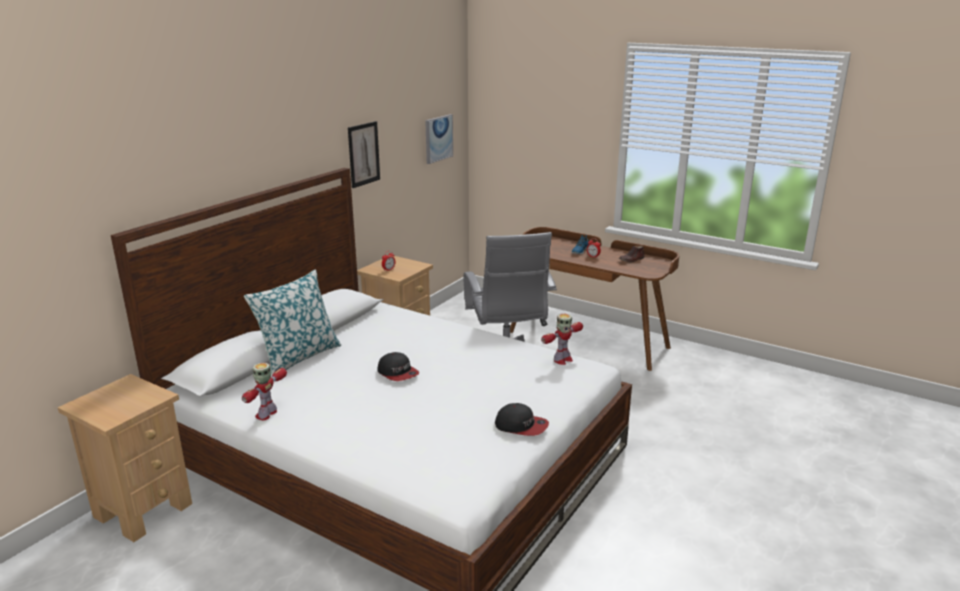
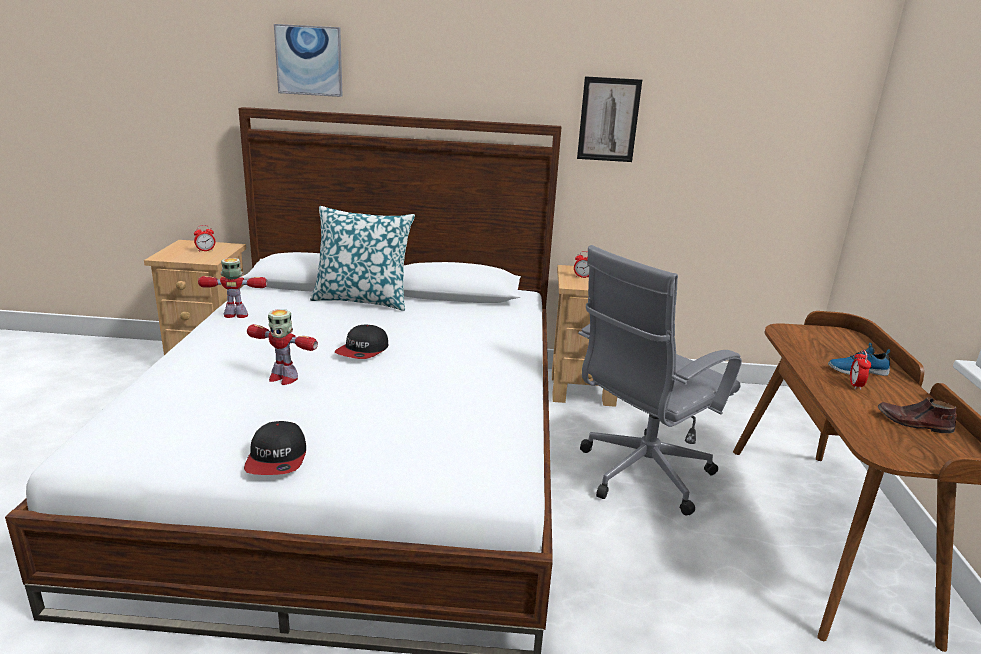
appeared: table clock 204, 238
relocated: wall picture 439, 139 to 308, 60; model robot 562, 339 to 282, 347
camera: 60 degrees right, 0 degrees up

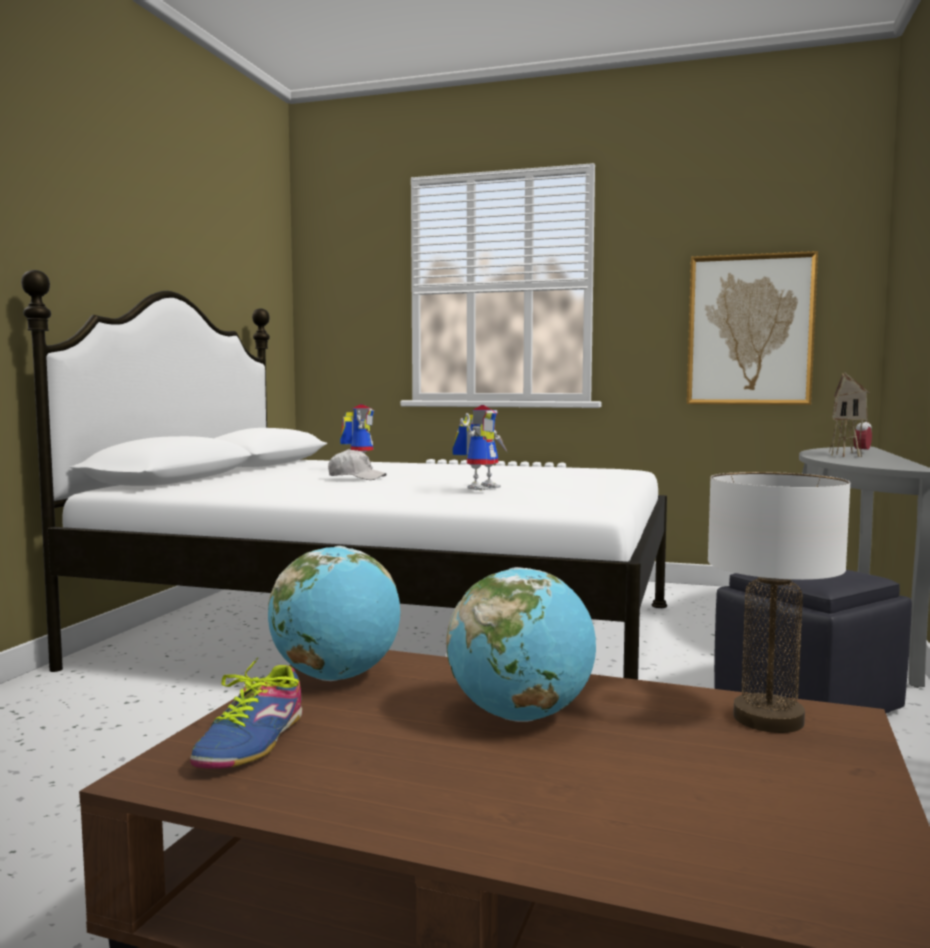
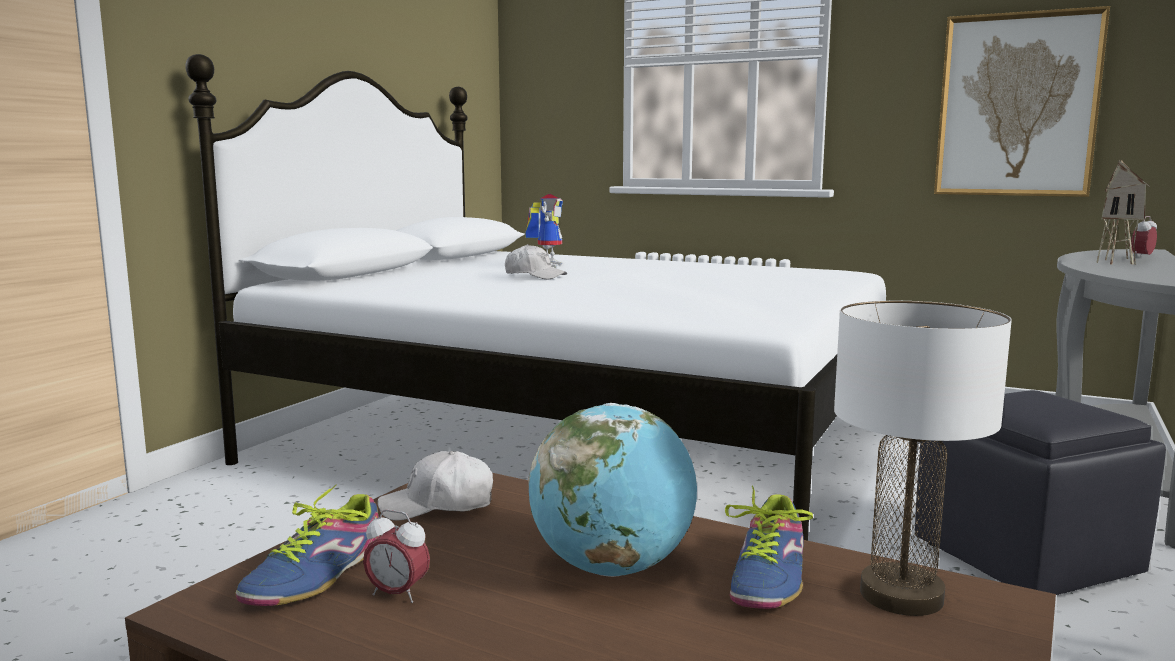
missing: model robot 480, 448
appeared: low shoe 769, 547; table clock 396, 556
exchanged: globe 334, 613 to white-coloured baseball cap 435, 486
camera: 10 degrees right, 5 degrees up

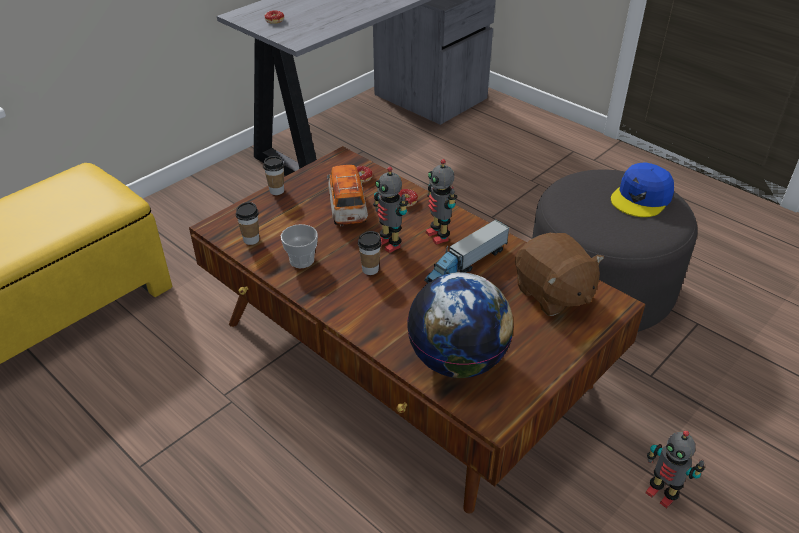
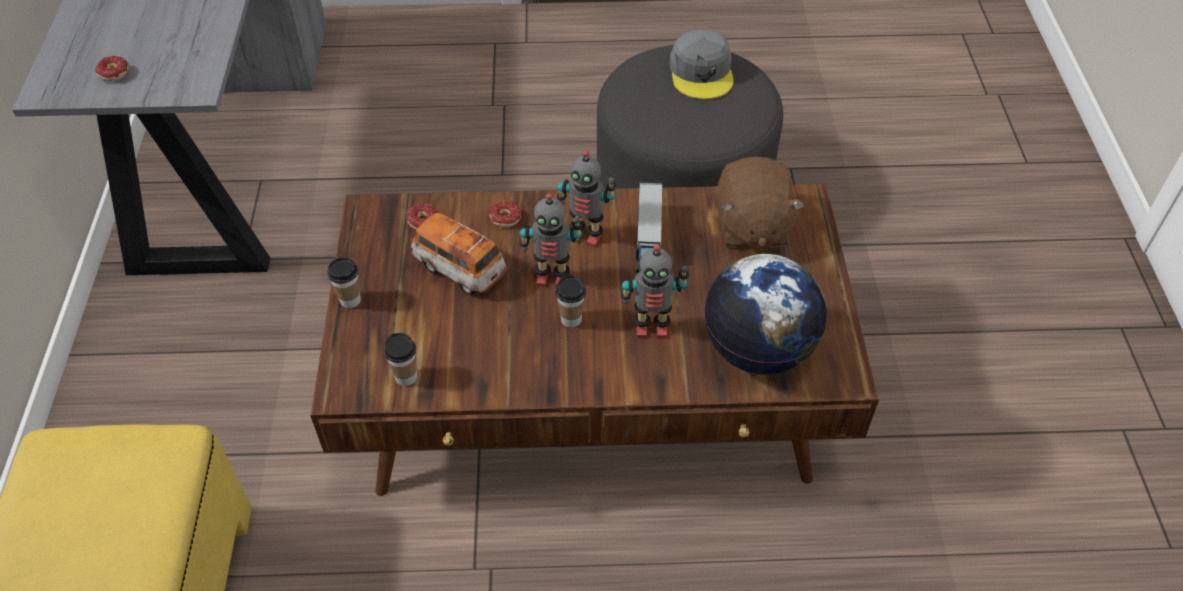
missing: drinking cup 299, 246
relocated: model robot 675, 469 to 655, 291
colour: bluish baseball cap 642, 189 to greyish baseball cap 702, 64
spun: brown-coloured cuddly toy 559, 274 = 761, 202 75 degrees clockwise
camera: 45 degrees left, 10 degrees up

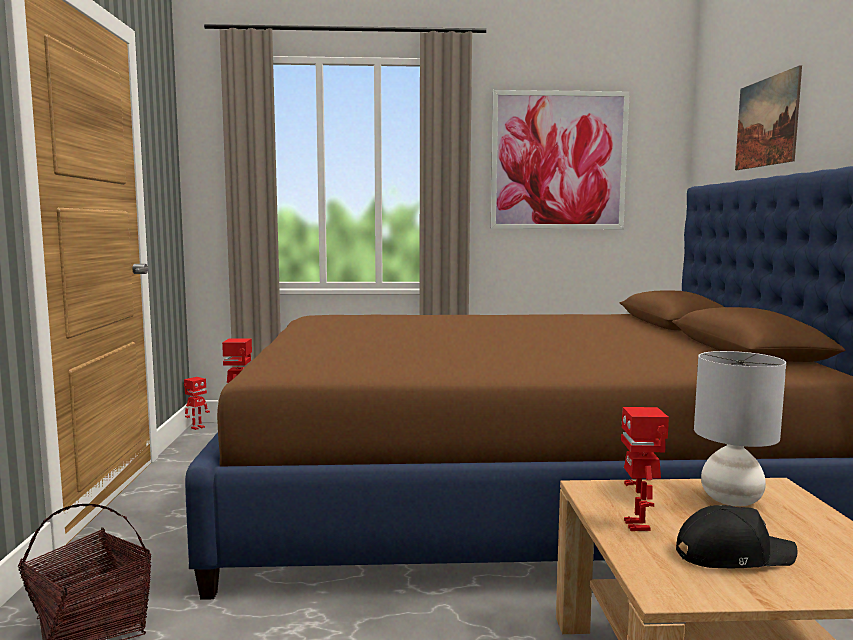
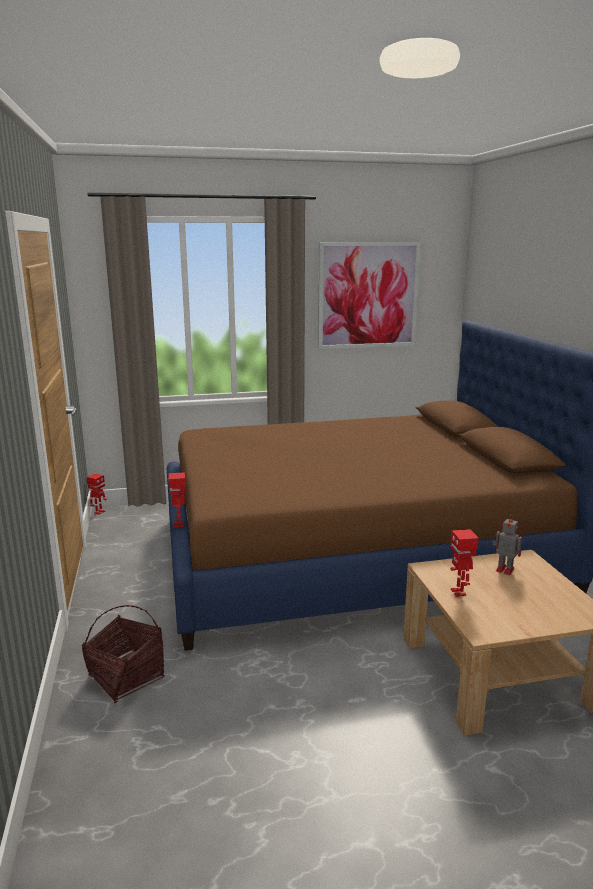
missing: wall picture 768, 117; black-coloured baseball cap 737, 536
exchanged: greyish tabletop lamp 740, 428 to model robot 507, 545
camera: 10 degrees left, 10 degrees up

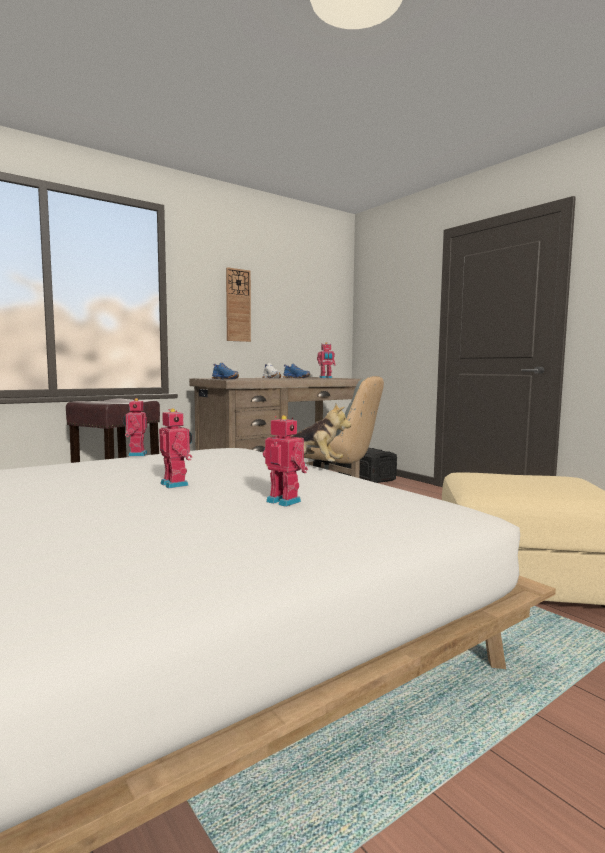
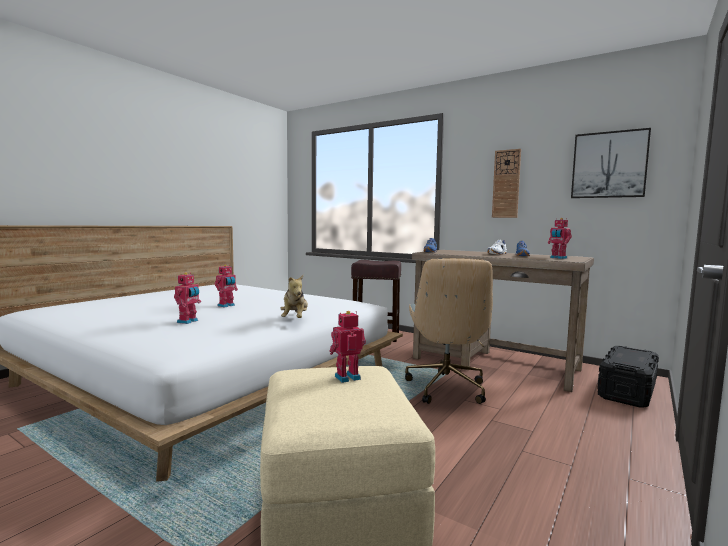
appeared: wall picture 611, 163
relocated: model robot 135, 427 to 347, 347
camera: 70 degrees right, 0 degrees up

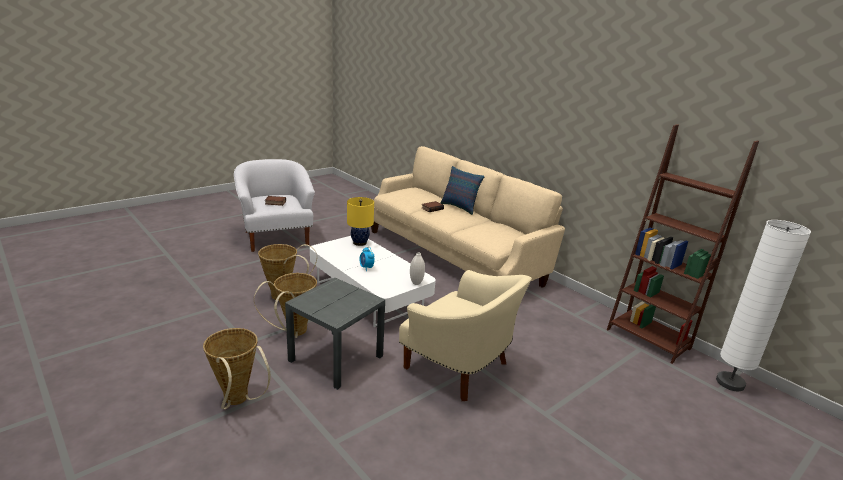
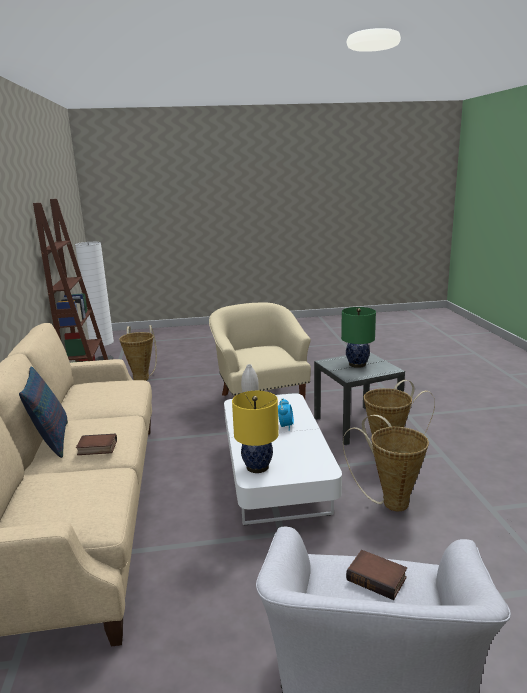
appeared: green-coloured tabletop lamp 358, 337
relocated: household basket 236, 368 to 138, 353
camera: 145 degrees left, 5 degrees down

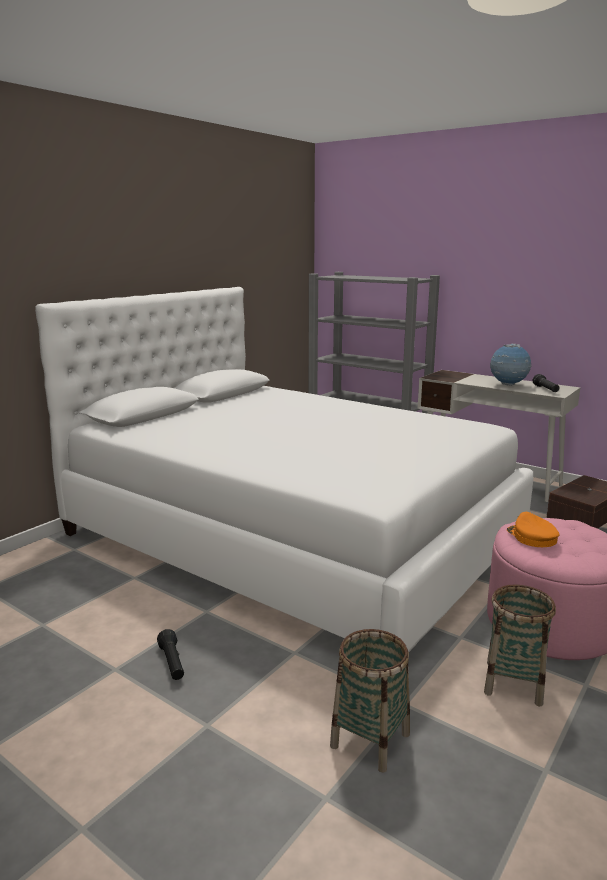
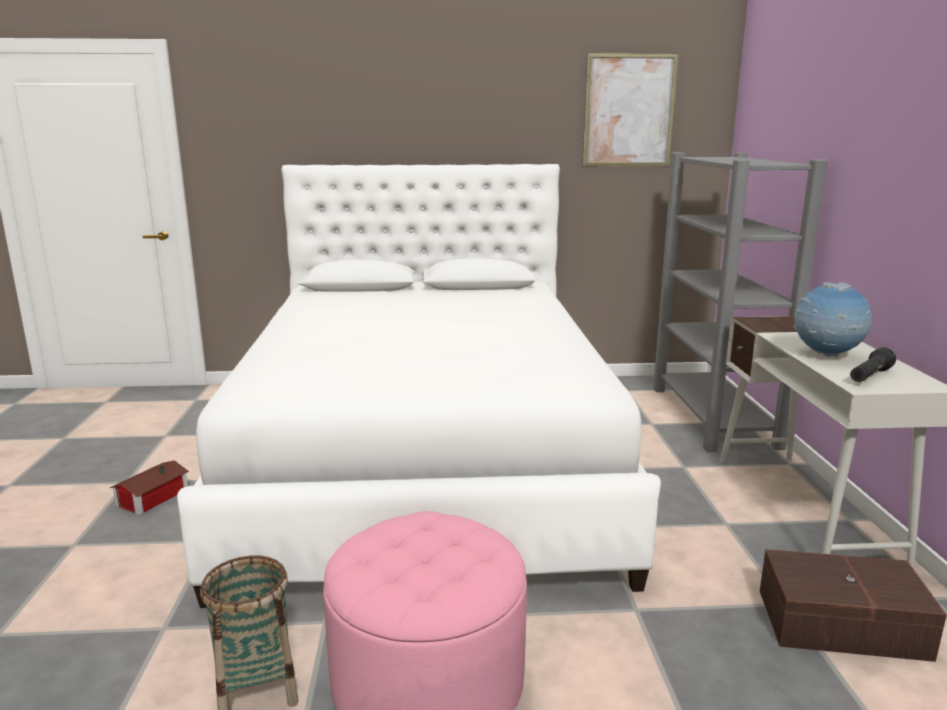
missing: orangey baseball cap 533, 529; household basket 370, 701
appeared: wall picture 630, 109
exchanged: black-coloured hand torch 170, 654 to miniature house 149, 487
camera: 50 degrees right, 0 degrees up

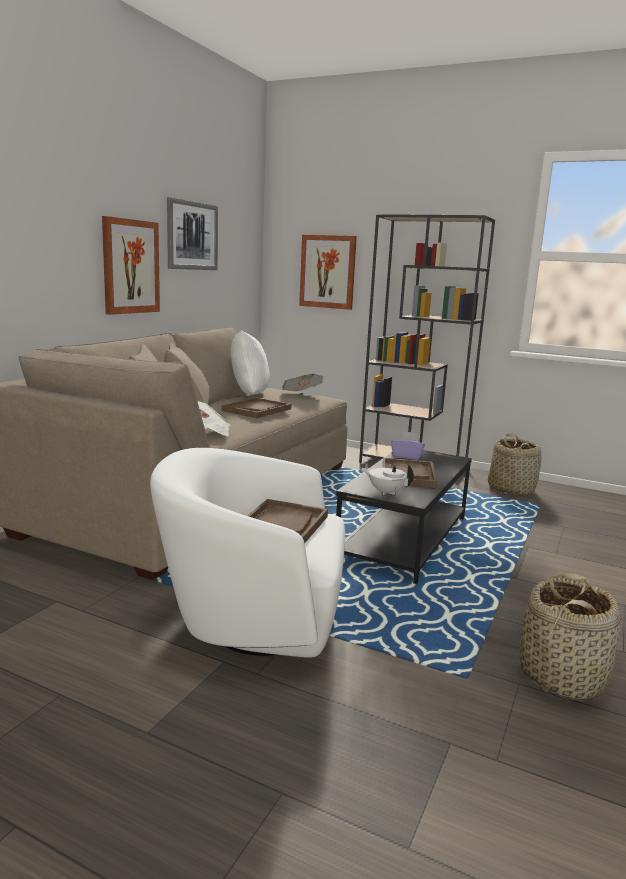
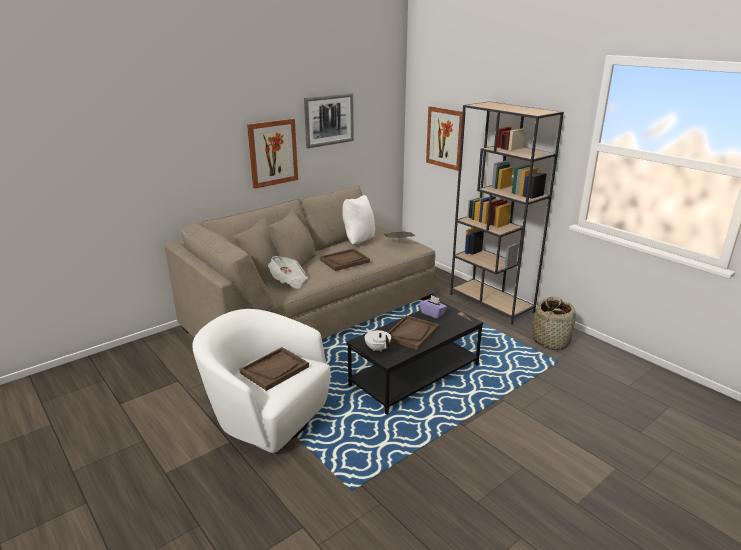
missing: household basket 570, 637
camera: 25 degrees right, 10 degrees up

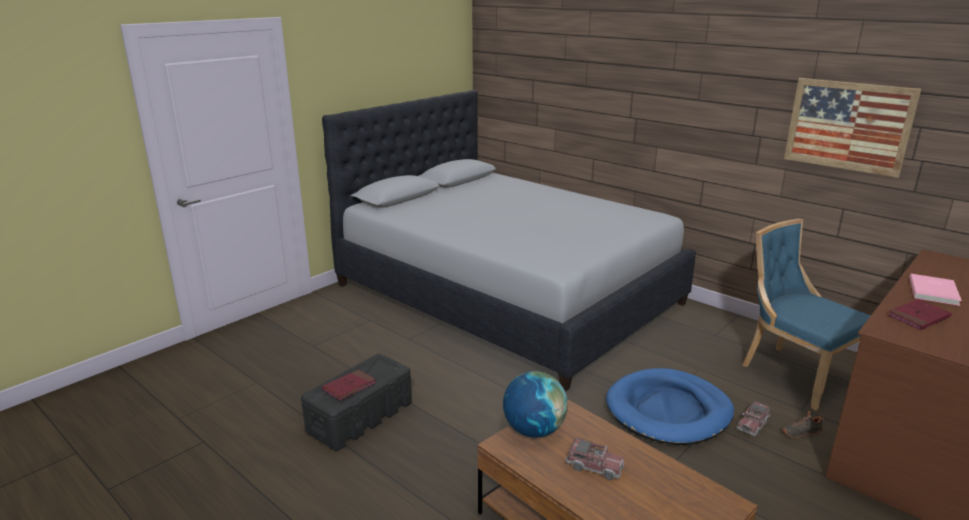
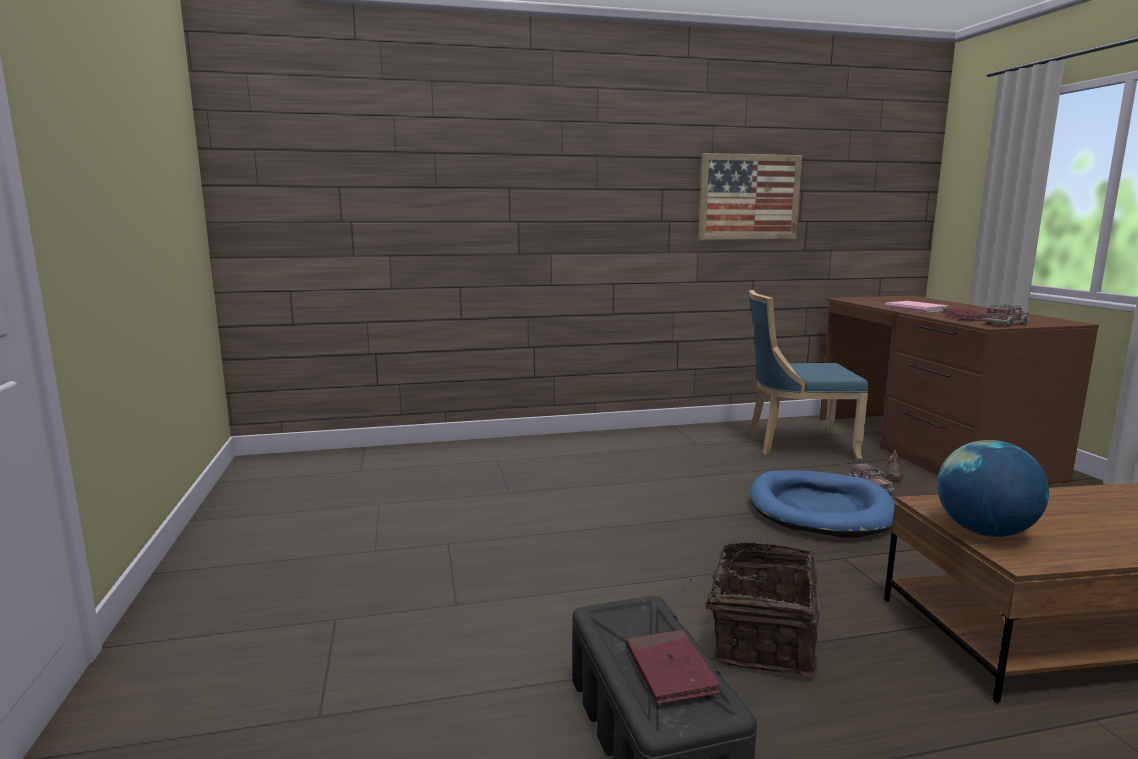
missing: greyish bedroom bed 509, 240
appeared: household basket 751, 609
relocated: model truck 595, 458 to 1006, 315
camera: 55 degrees left, 10 degrees down

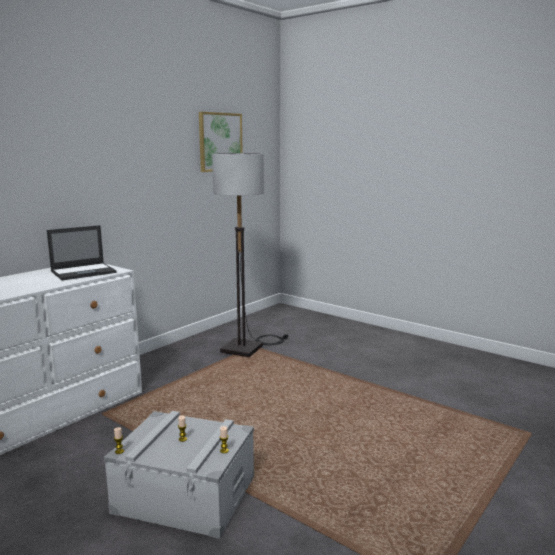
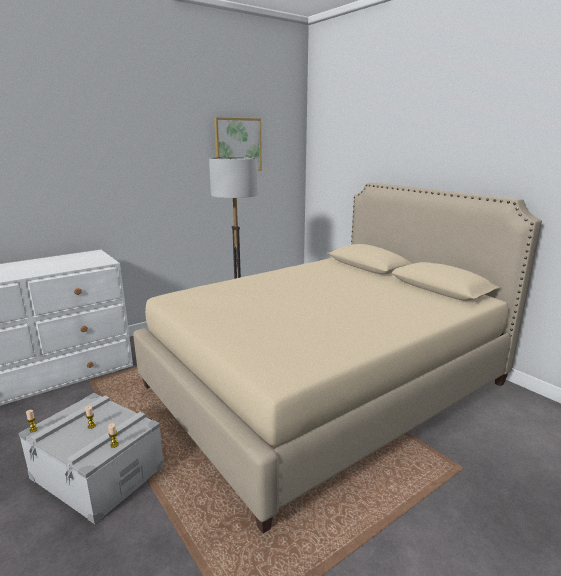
missing: notebook computer 81, 252
appeared: sand-coloured bedroom bed 337, 358
camera: 15 degrees right, 5 degrees up

